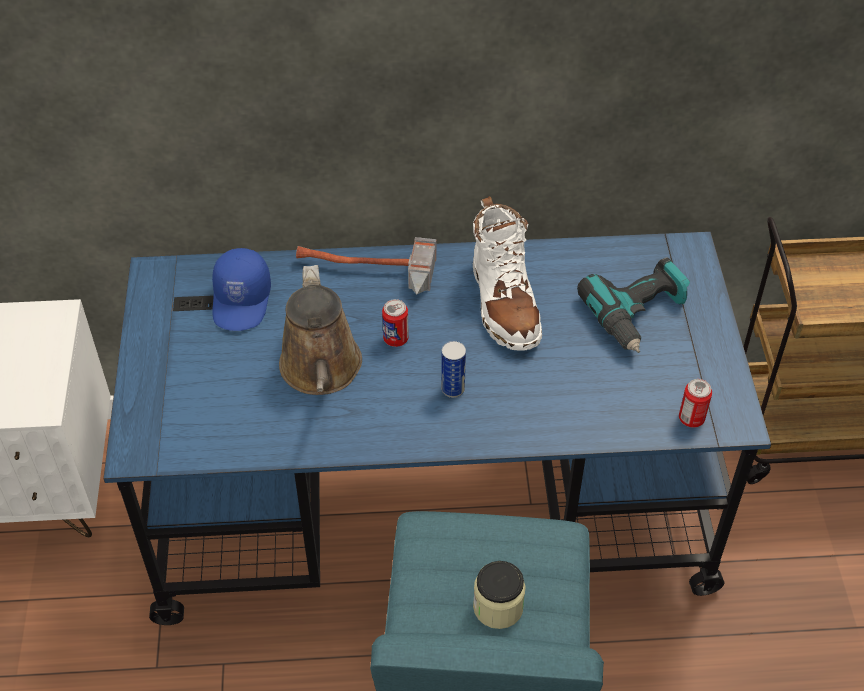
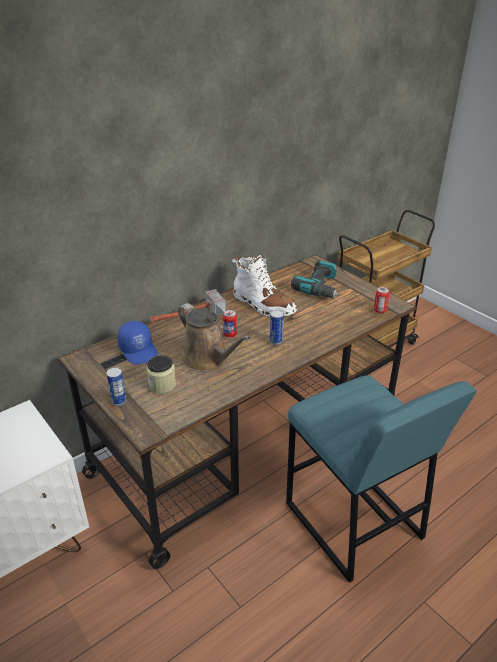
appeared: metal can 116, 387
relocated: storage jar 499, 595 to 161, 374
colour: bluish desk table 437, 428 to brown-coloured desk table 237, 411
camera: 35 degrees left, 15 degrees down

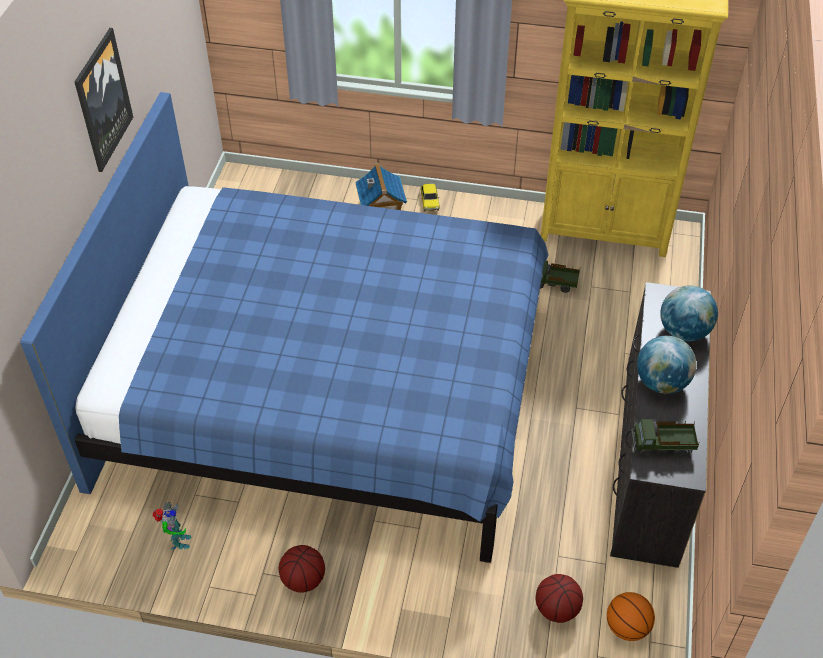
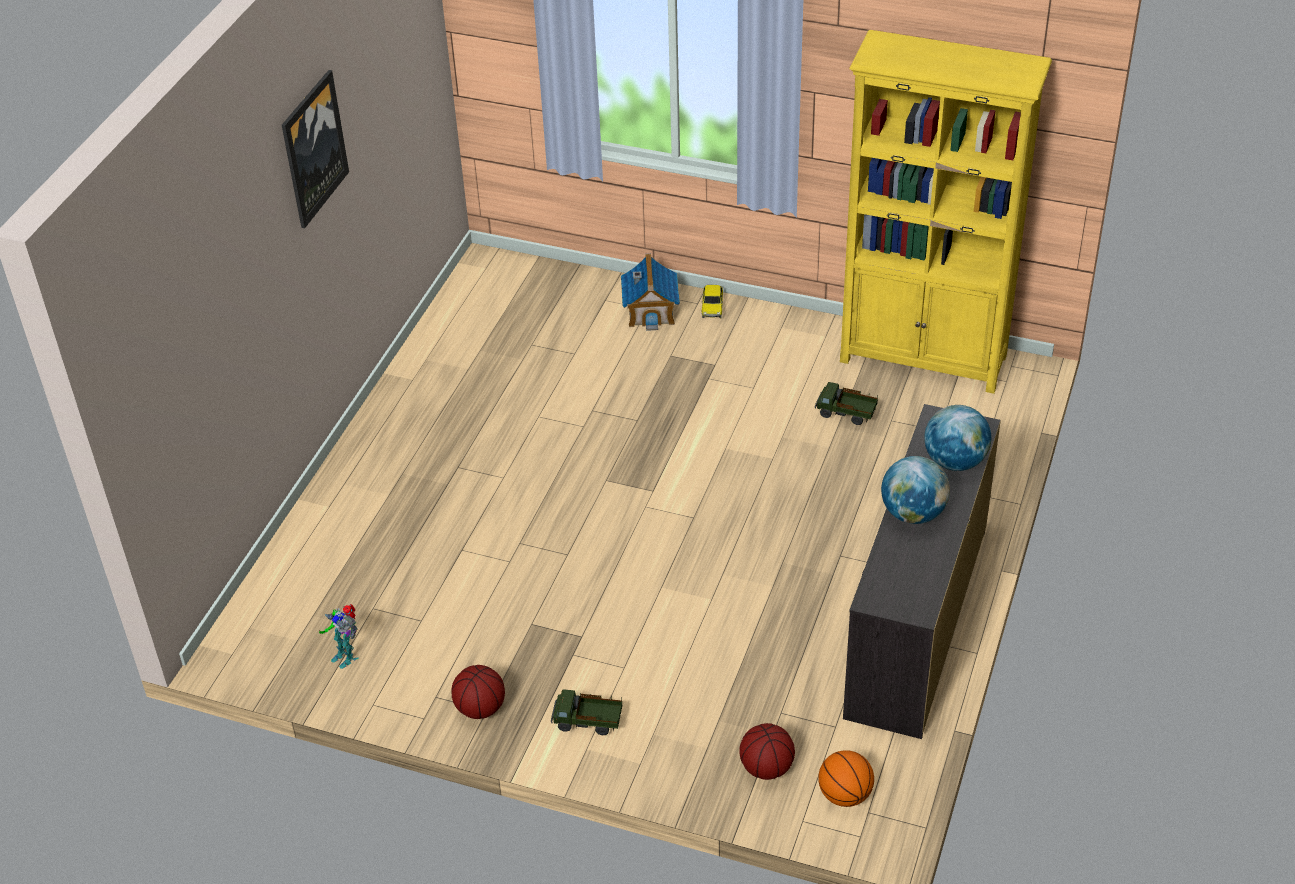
missing: bluish bedroom bed 284, 327
relocated: model truck 665, 438 to 586, 712
spun: model robot 172, 526 = 339, 636 120 degrees clockwise
camera: 10 degrees right, 5 degrees down

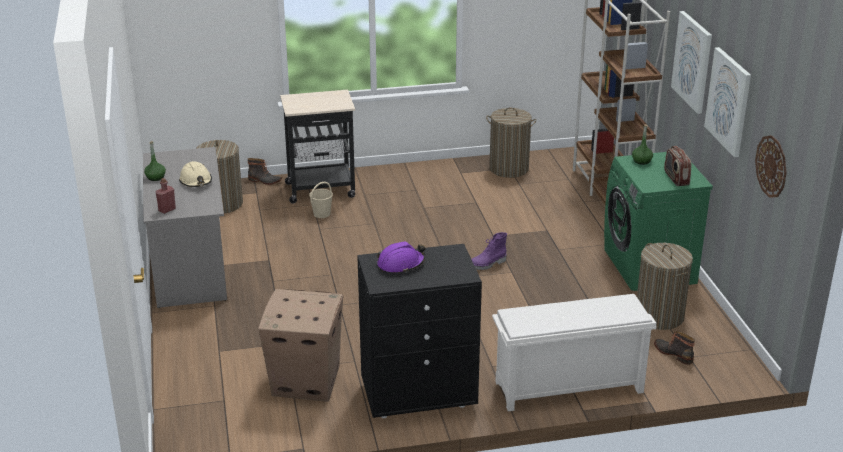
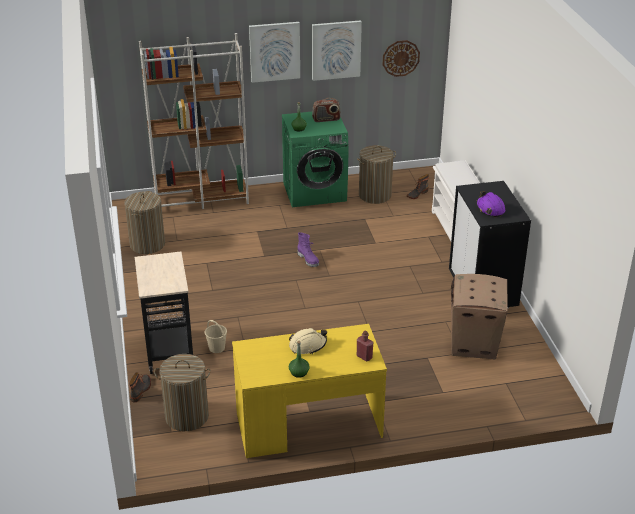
colour: greyish desk table 185, 227 to yellowish desk table 309, 391
camera: 90 degrees left, 5 degrees up

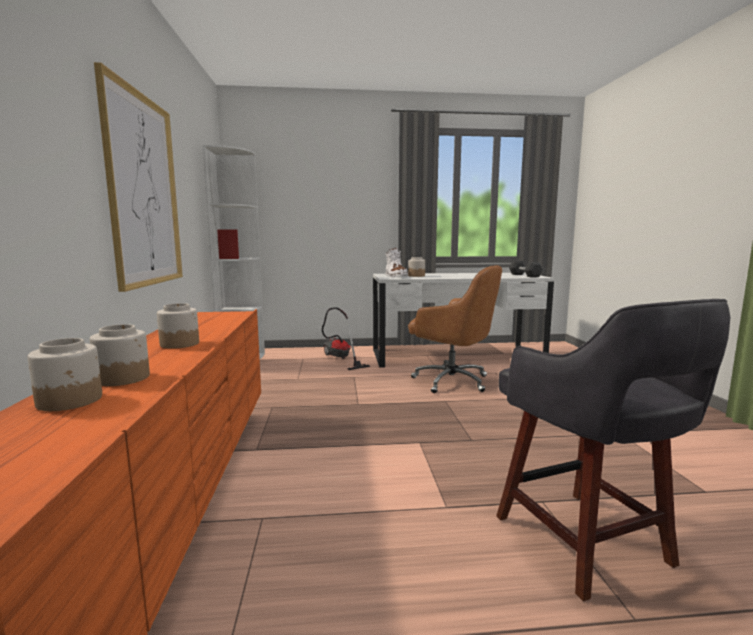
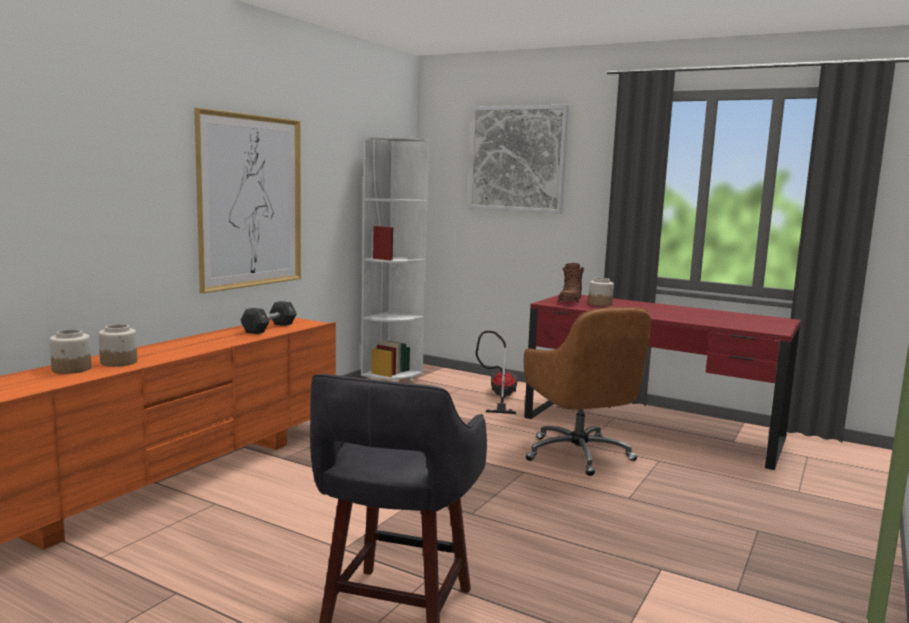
missing: storage jar 178, 326
appeared: wall picture 518, 159
relocated: black-coloured dumbbell 526, 269 to 268, 317
colour: white-coloured high-top boot 396, 263 to brown-coloured high-top boot 571, 283; white-coloured desk table 463, 320 to reddish desk table 662, 382
camera: 35 degrees right, 0 degrees up

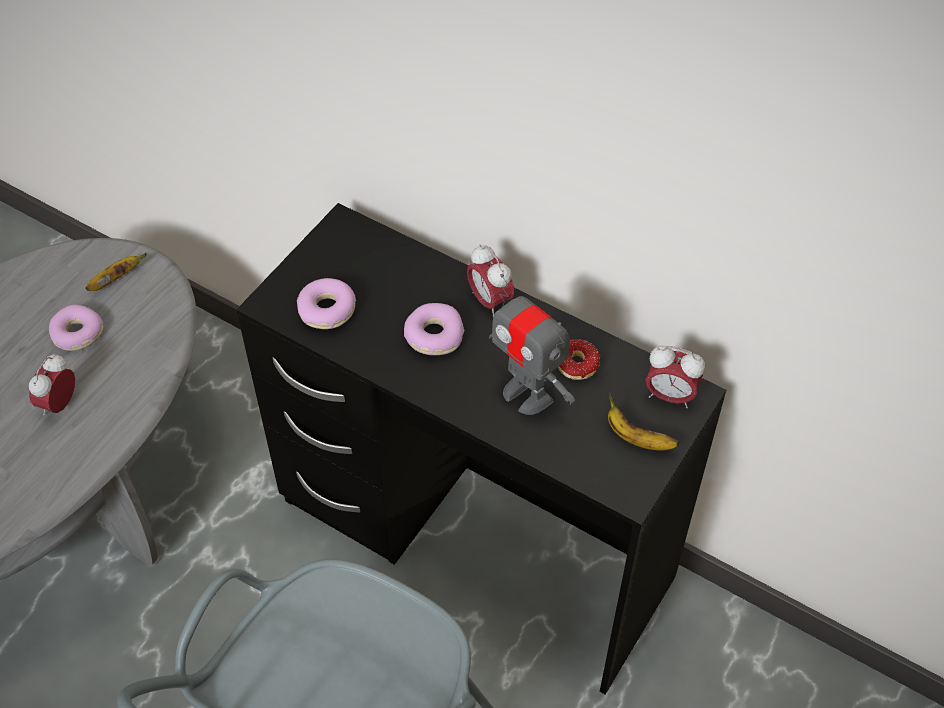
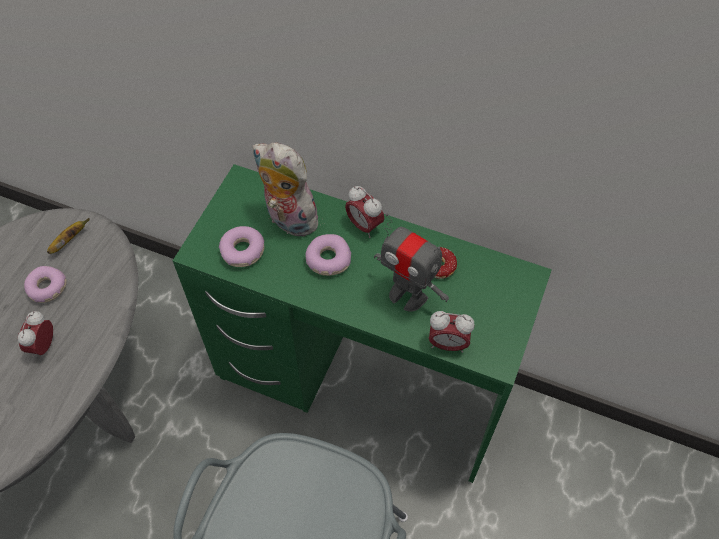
missing: banana 643, 422
appeared: cuddly toy 289, 189
relocated: table clock 675, 376 to 452, 332
colour: black-coloured desk table 481, 448 to green-coloured desk table 362, 323
camera: 10 degrees left, 5 degrees up

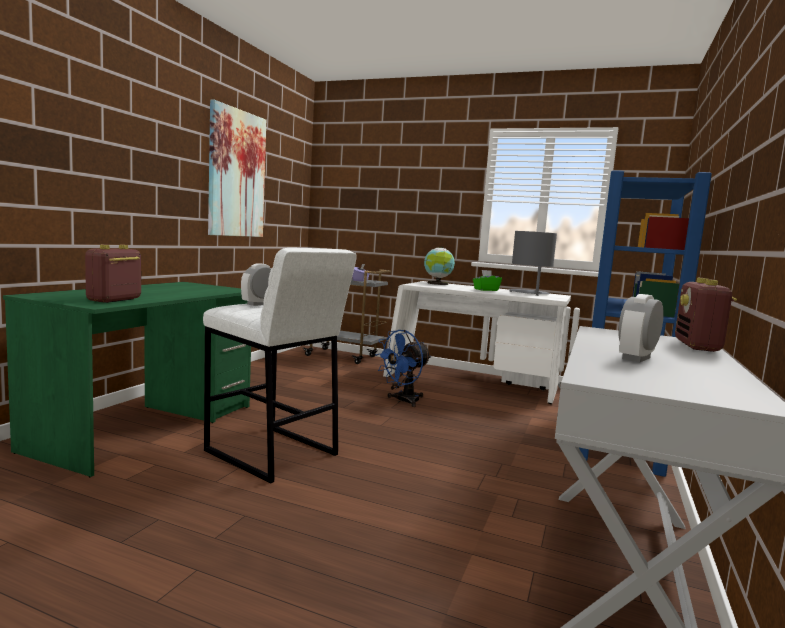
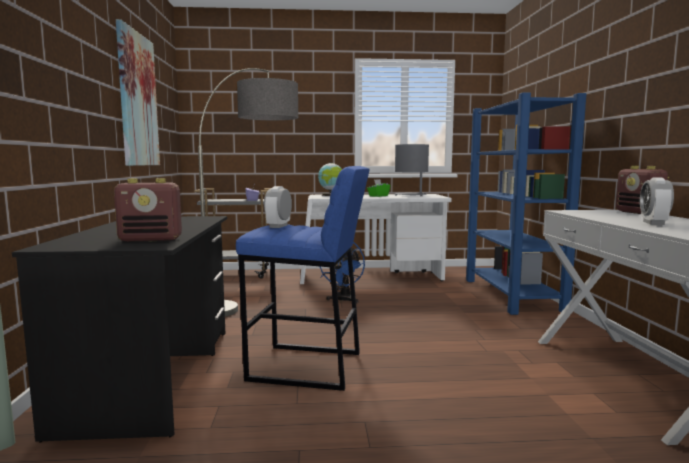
appeared: standing lamp 248, 192
colour: white-coloured stool 280, 365 to bluish stool 302, 278; green-coloured desk table 127, 379 to black-coloured desk table 119, 329
spun: radio 113, 274 = 148, 210 90 degrees counterclockwise
camera: 25 degrees left, 0 degrees up

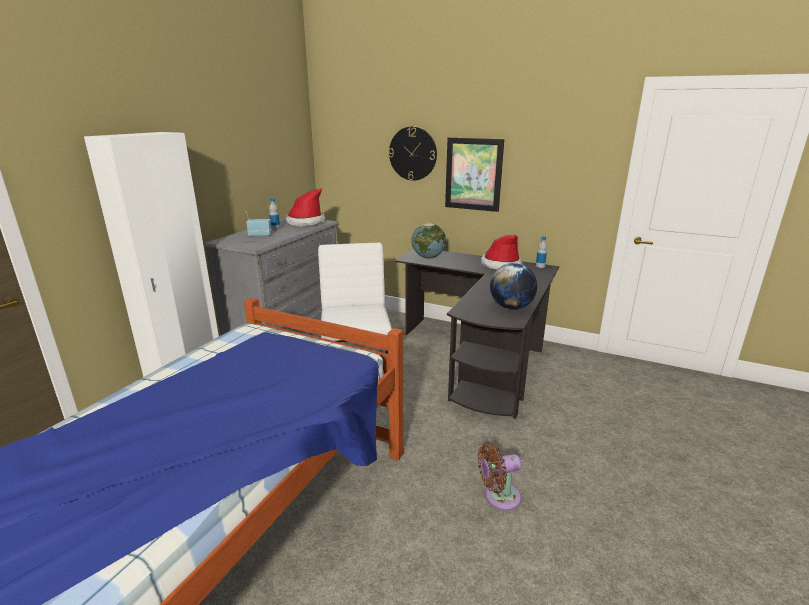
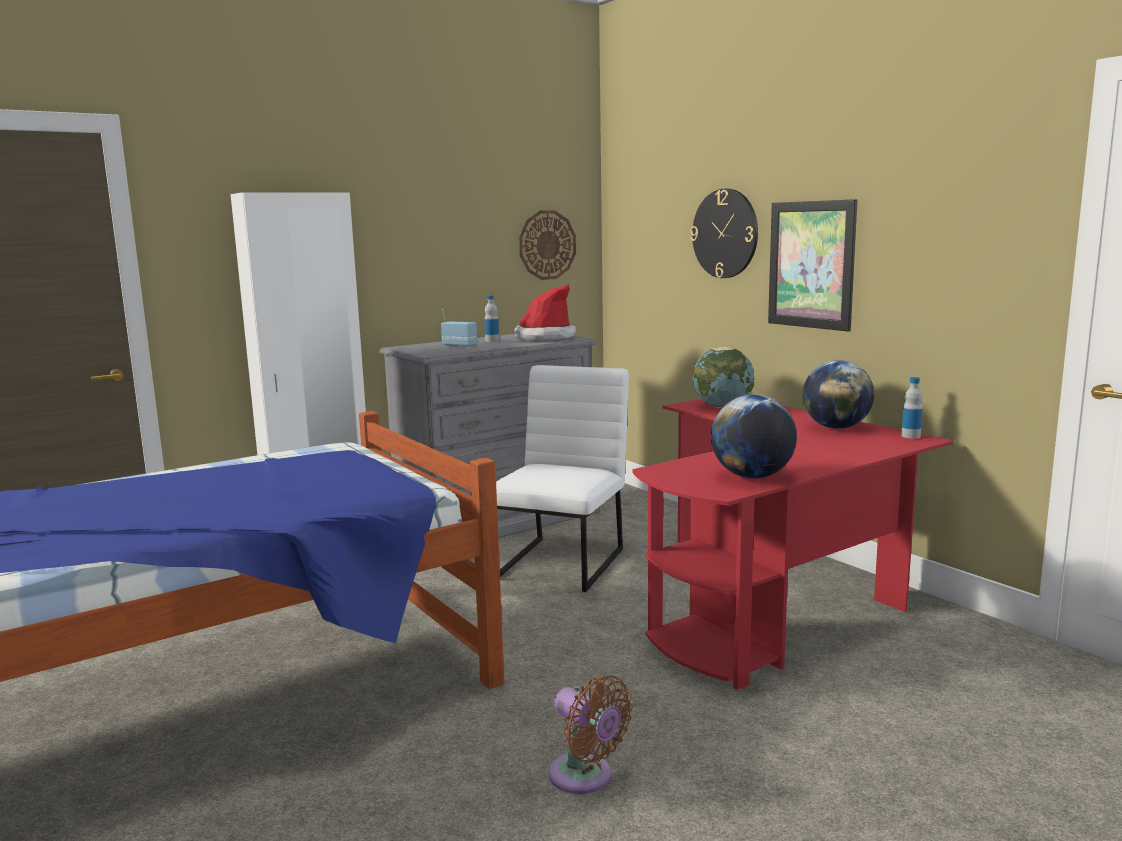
appeared: clock on the wall 547, 245
exchanged: clothing hat 502, 252 to globe 838, 394
colour: black-coloured desk table 477, 334 to reddish desk table 793, 544
spun: brown-coloured electric fan 500, 476 = 591, 734 150 degrees counterclockwise
camera: 30 degrees right, 10 degrees down

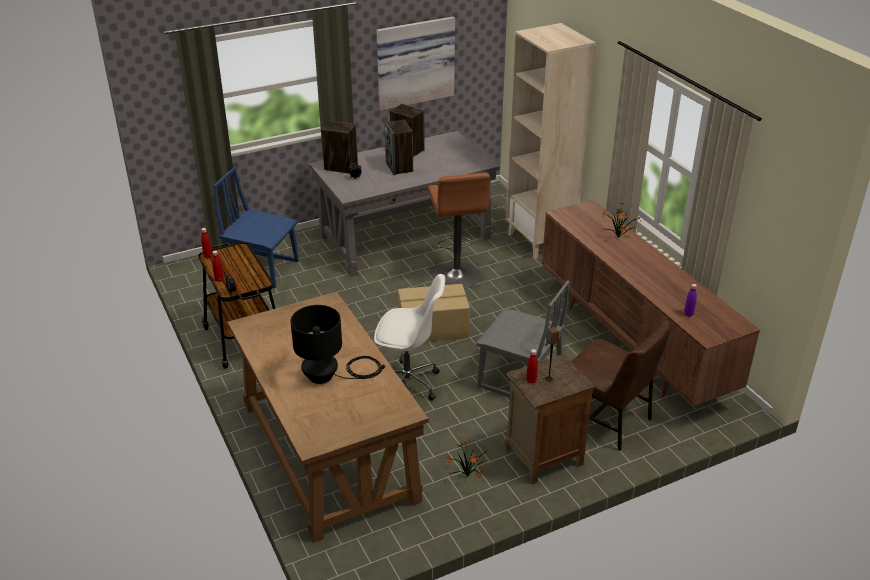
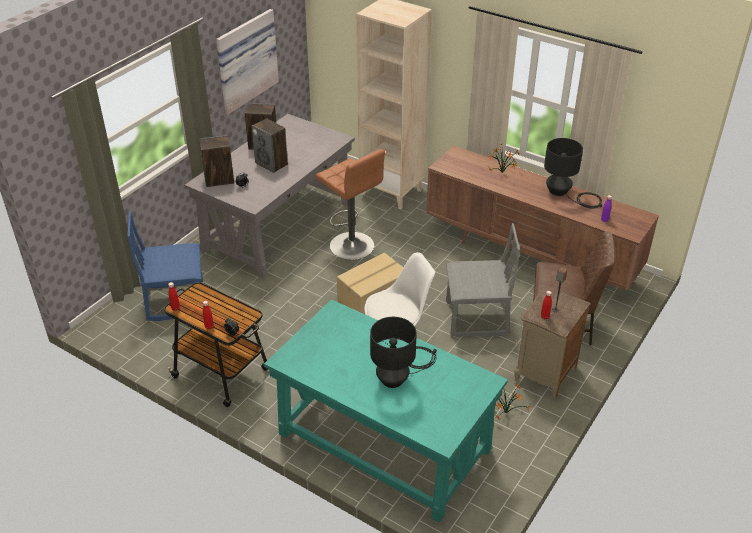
appeared: black-coloured tabletop lamp 573, 173
colour: brown-coloured desk table 328, 417 to turquoise-coloured desk table 386, 410
camera: 30 degrees left, 5 degrees up

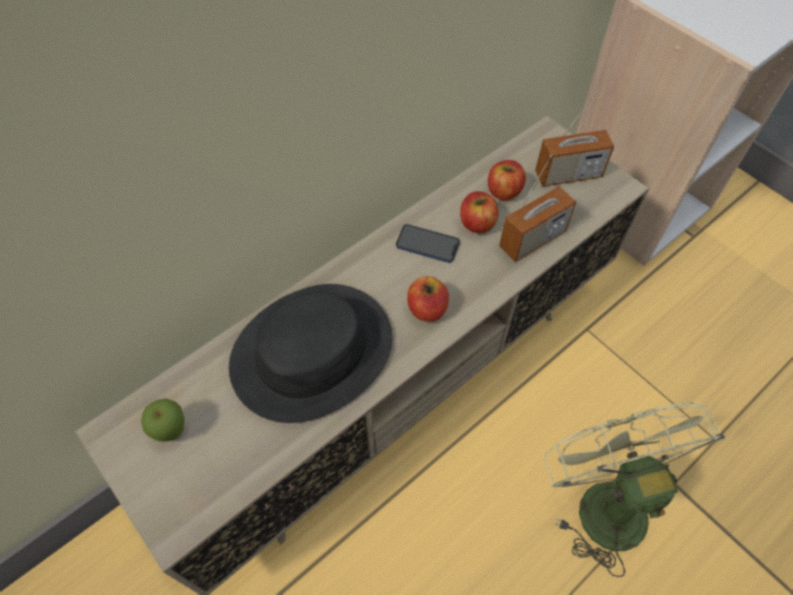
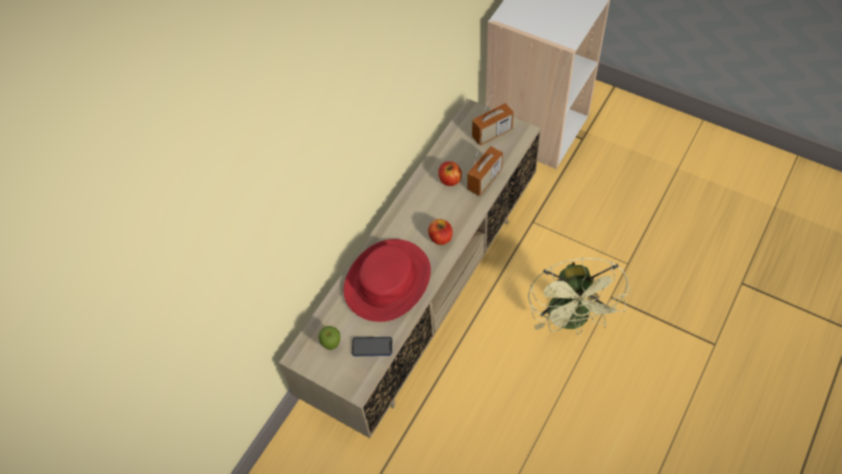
missing: apple fruit 507, 180
relocated: handset 428, 243 to 372, 346
colour: black-coloured clothing hat 310, 353 to reddish clothing hat 387, 280
spun: green-coloured electric fan 634, 489 = 579, 296 150 degrees counterclockwise
camera: 15 degrees left, 0 degrees up

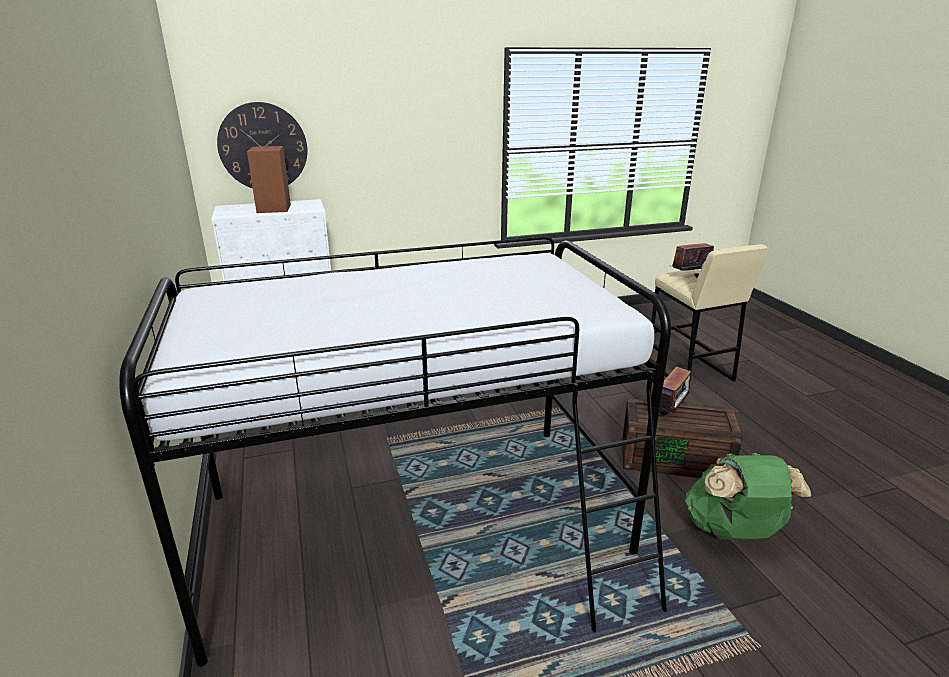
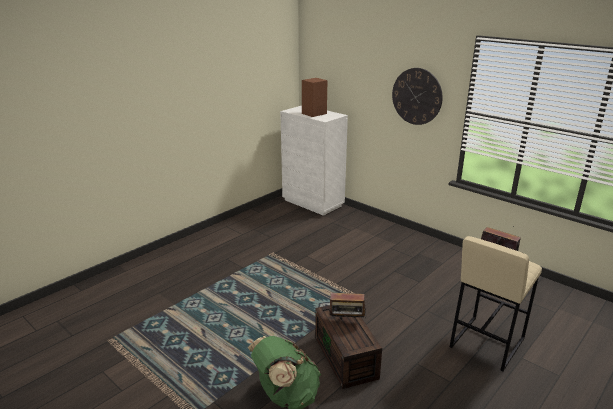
missing: black-coloured bedroom bed 395, 452
relocated: clock on the wall 262, 145 to 417, 96
camera: 60 degrees right, 0 degrees up

